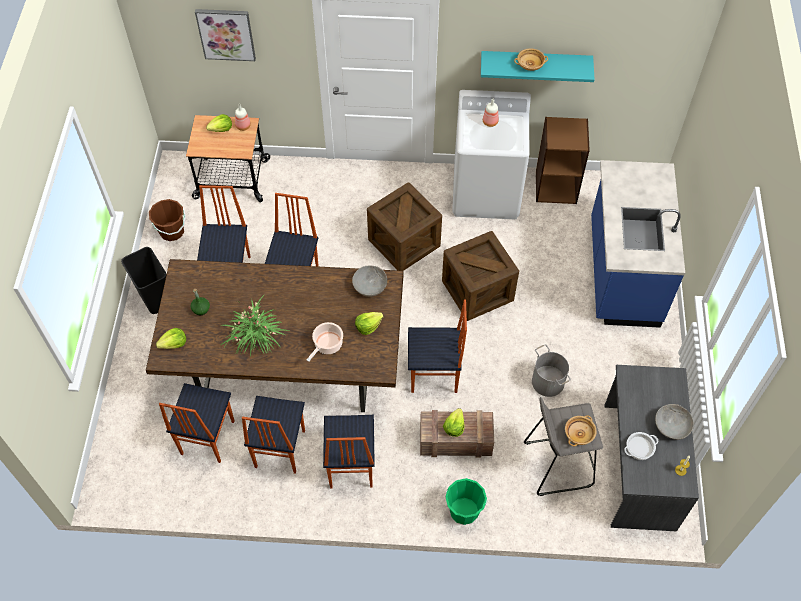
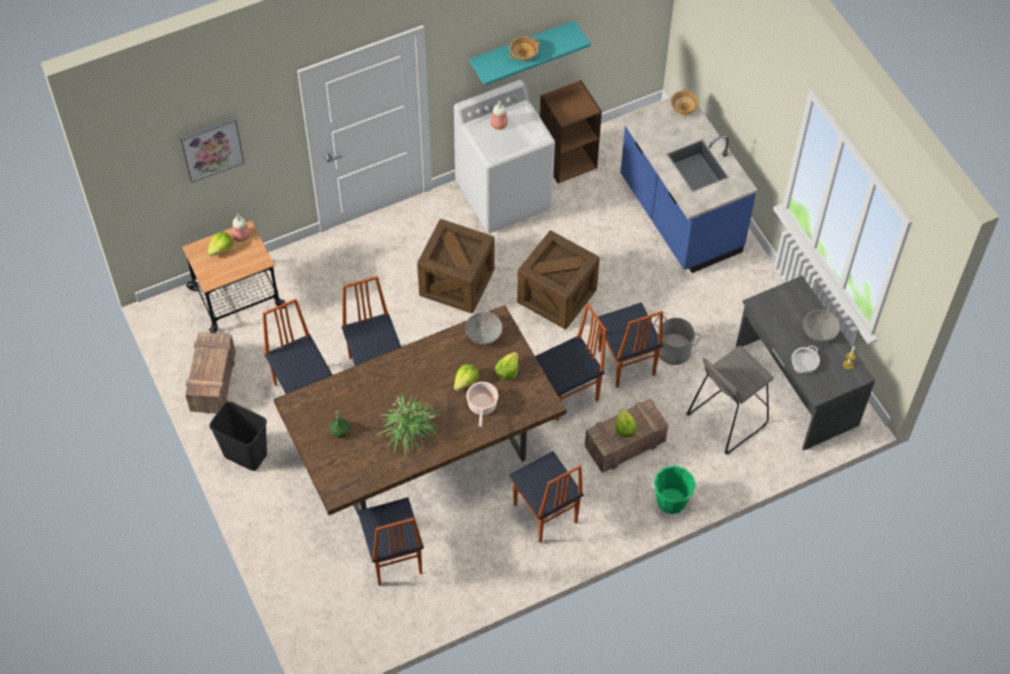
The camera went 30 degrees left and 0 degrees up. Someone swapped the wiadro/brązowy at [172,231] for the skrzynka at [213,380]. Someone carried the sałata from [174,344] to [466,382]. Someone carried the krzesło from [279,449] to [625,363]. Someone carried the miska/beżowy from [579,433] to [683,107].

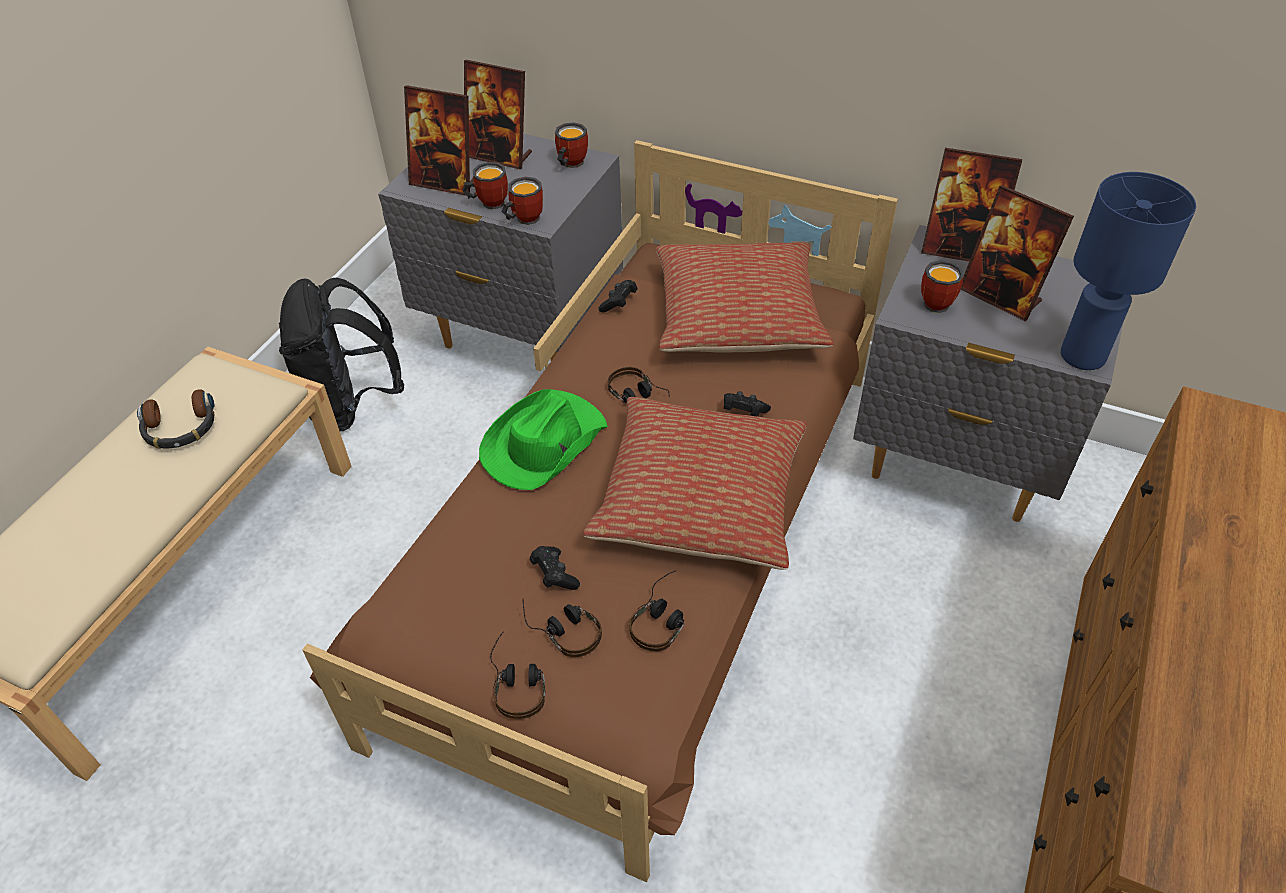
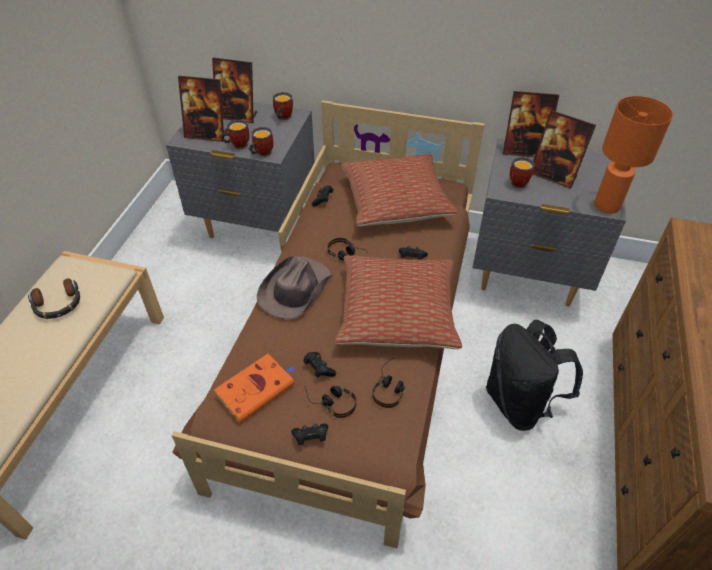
The camera went 10 degrees left and 0 degrees up. Someone carried the plecak/czarny from [352,404] to [520,403]. Someone repainted the kapelusz/zielony at [543,444], which became the kapelusz/brązowy at [294,289]. Someone swapped the słuchawki at [518,682] for the pad do gier/czarny at [310,437]. Someone repainted the lampa stołowa/niebieski at [1081,355], which became the lampa stołowa/pomarańczowy at [606,205]. Someone put down the książka/pomarańczowy at [257,389].

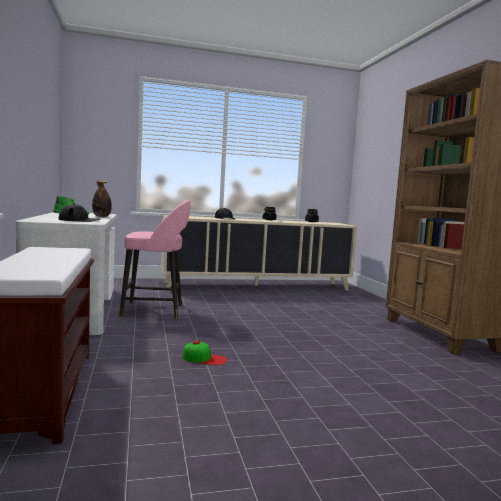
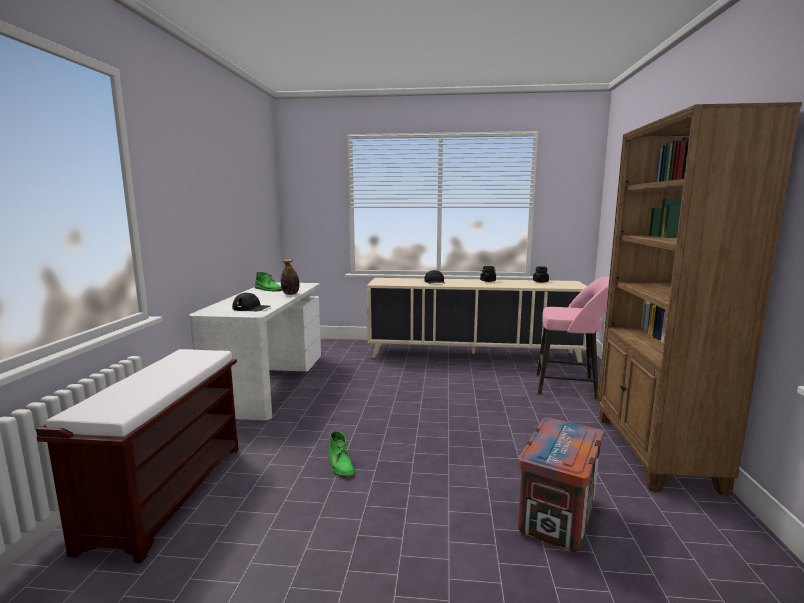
The camera went 20 degrees right and 5 degrees up. Someone carried the stołek/różowy from [155,310] to [568,386]. Someone swapped the czapka z daszkiem at [204,358] for the but z cholewką/zielony at [340,464]. Someone put down the skrzynka at [557,517].

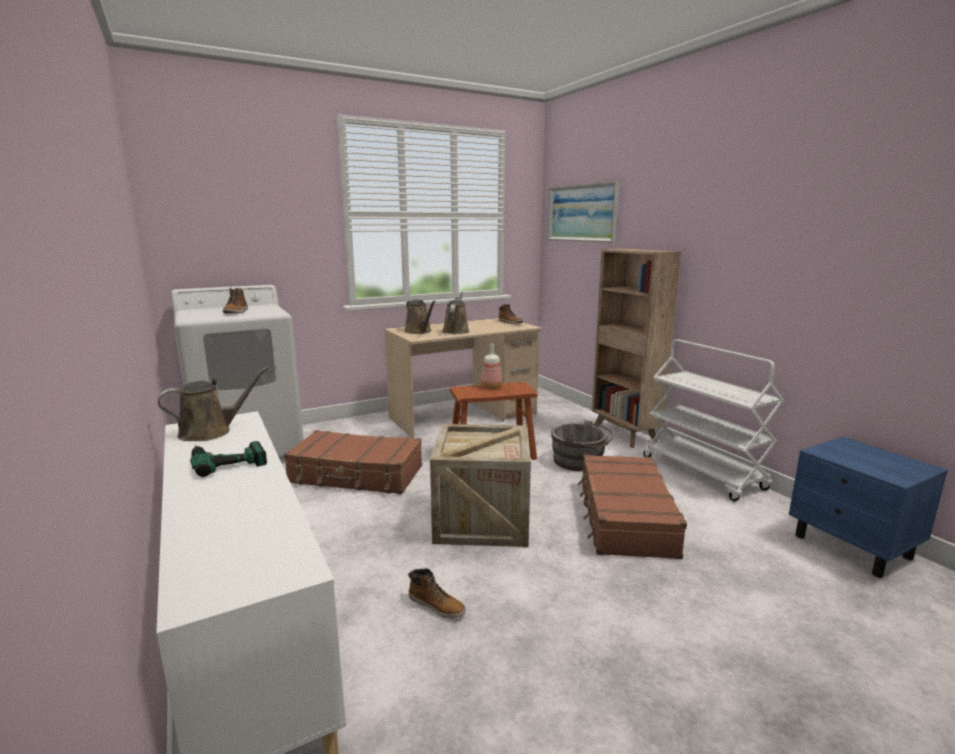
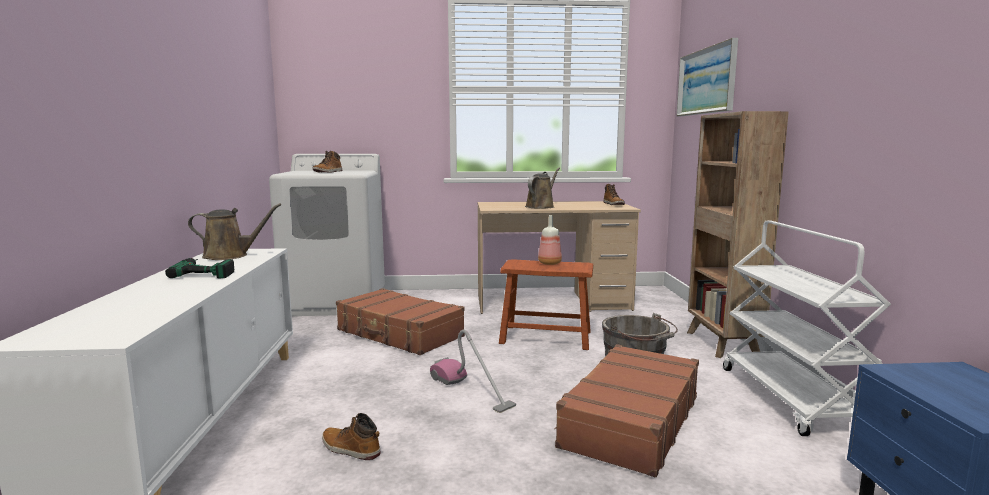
The camera went 25 degrees right and 5 degrees down. Someone took away the konewka/brązowy at [419,331]. Someone rotated the but z cholewką at [437,605] by 150 degrees clockwise. Someone swapped the skrzynka at [482,520] for the odkurzacz at [471,390].

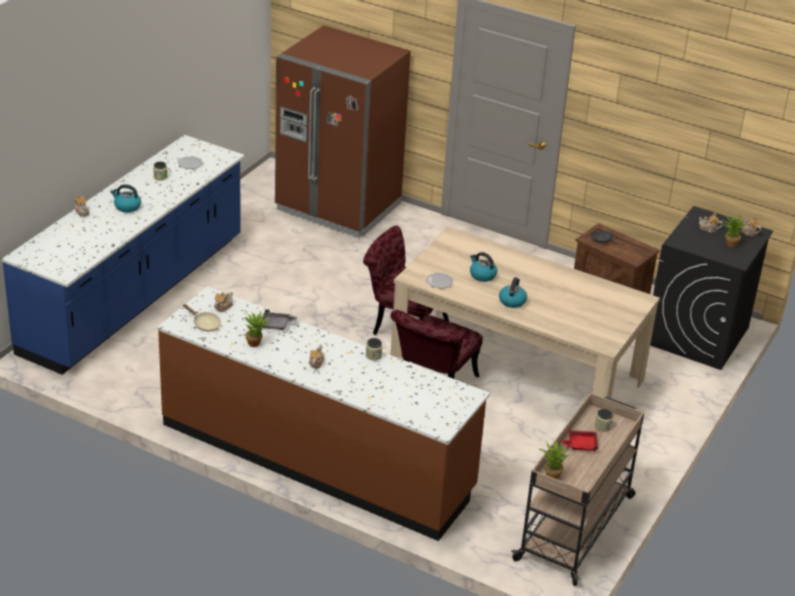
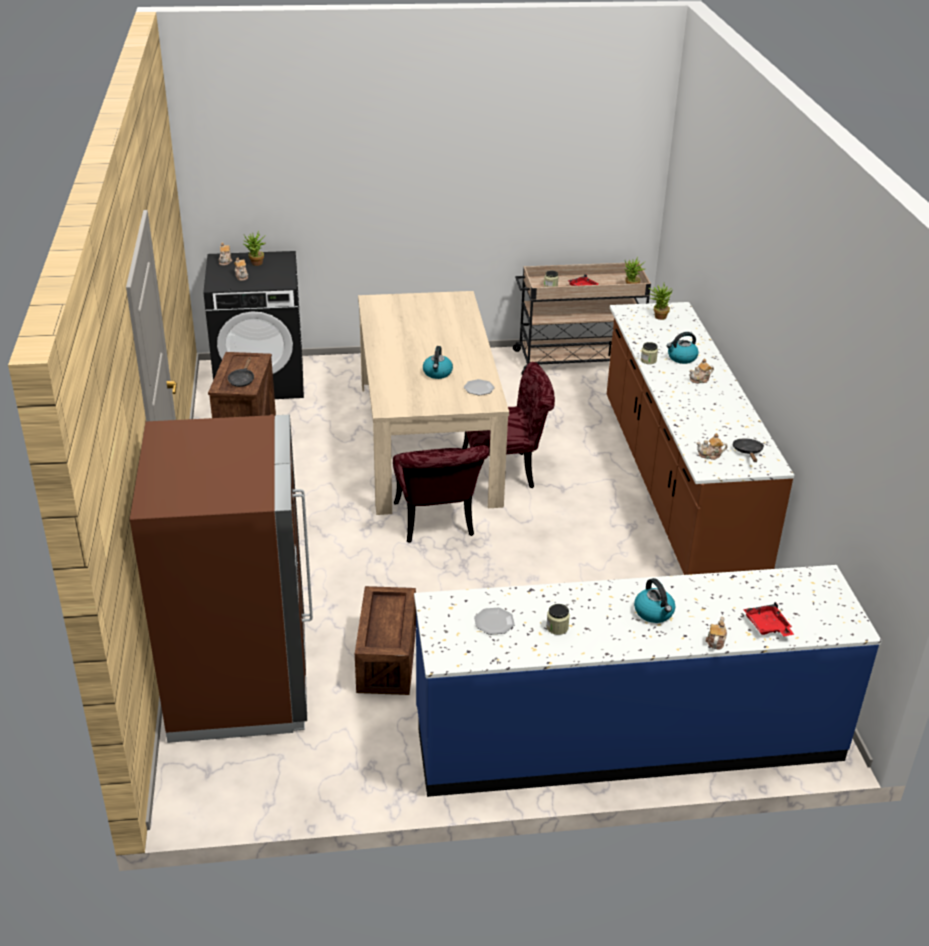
The camera went 125 degrees left and 0 degrees up. Someone repainted the patelnia/beżowy at [204,324], which became the patelnia/czarny at [748,452]. Someone carried the roślina doniczkowa from [256,343] to [658,316]. Someone took away the taca/szary at [276,325]. Someone carried the czajnik from [512,301] to [681,358]. Someone put down the skrzynka at [386,659]. Someone put down the taca/czerwony at [767,626].

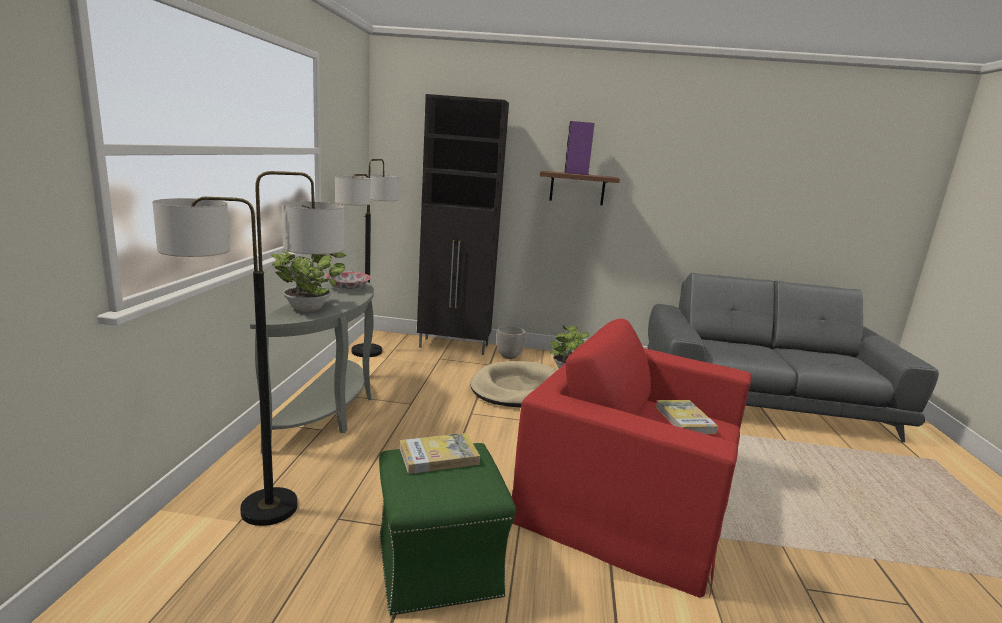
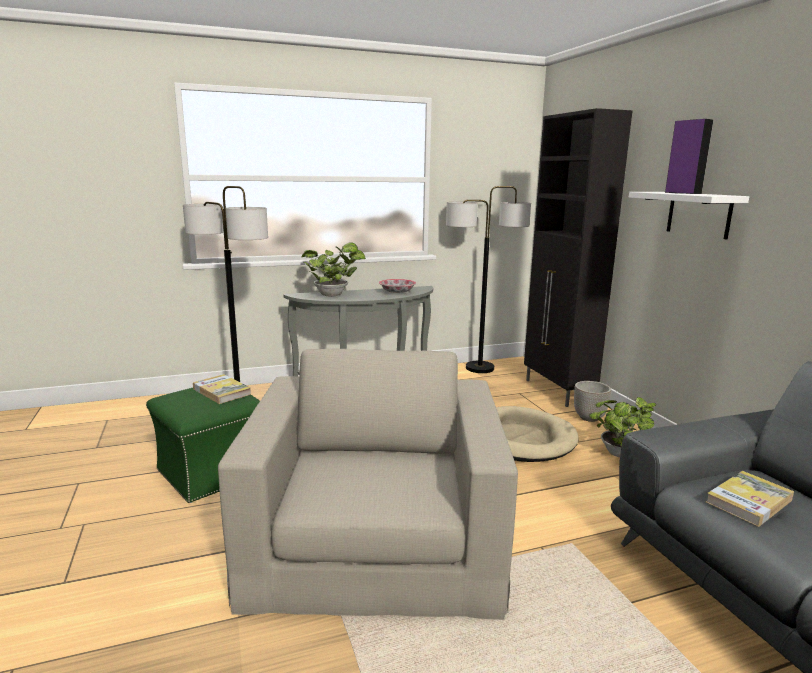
The camera went 65 degrees right and 0 degrees up. Someone repainted the fotel/czerwony at [629,495], which became the fotel/beżowy at [375,540]. Someone repainted the półka/brązowy at [577,188], which became the półka/biały at [698,214]. Someone carried the książka from [685,419] to [749,501].

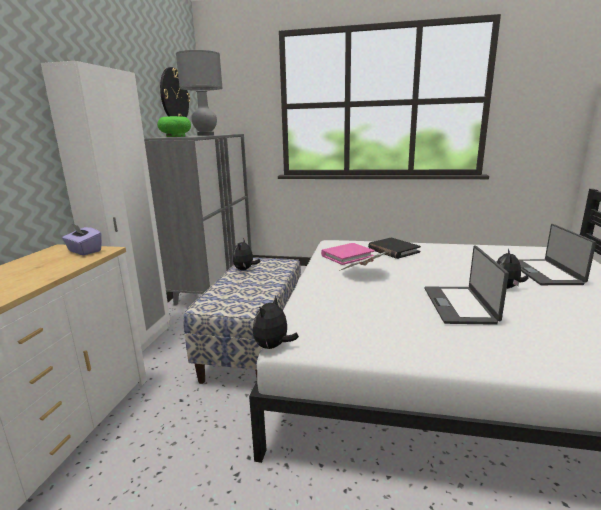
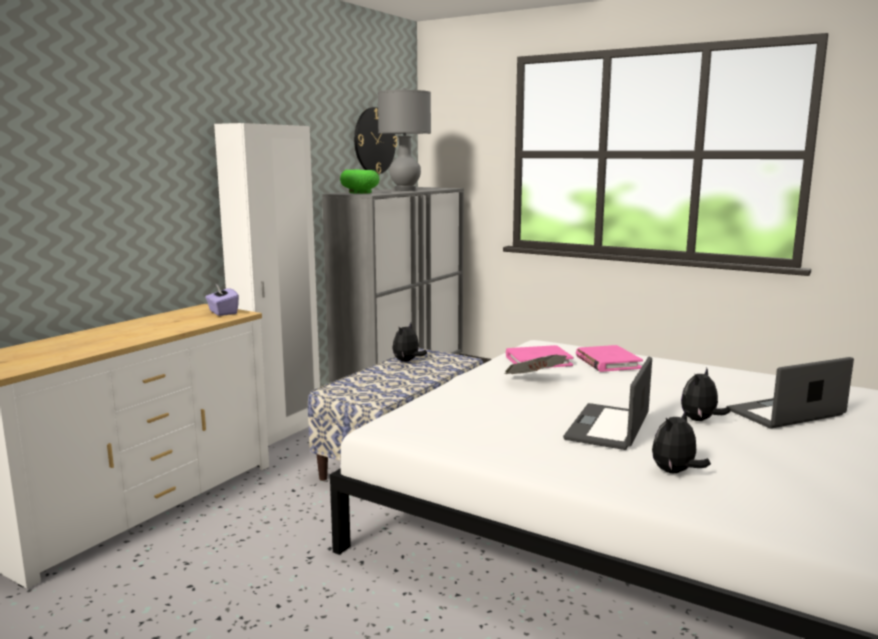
The camera went 20 degrees right and 5 degrees down. Someone carried the pluszak from [273,347] to [675,472]. Someone repainted the książka/czarny at [393,250], which became the książka/różowy at [607,362]. Someone rotated the laptop at [545,272] by 45 degrees clockwise.

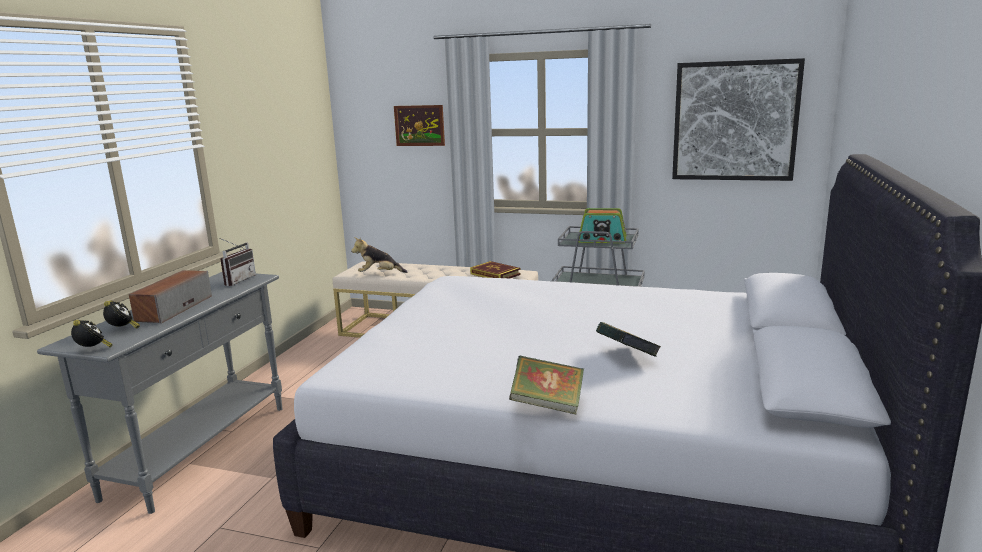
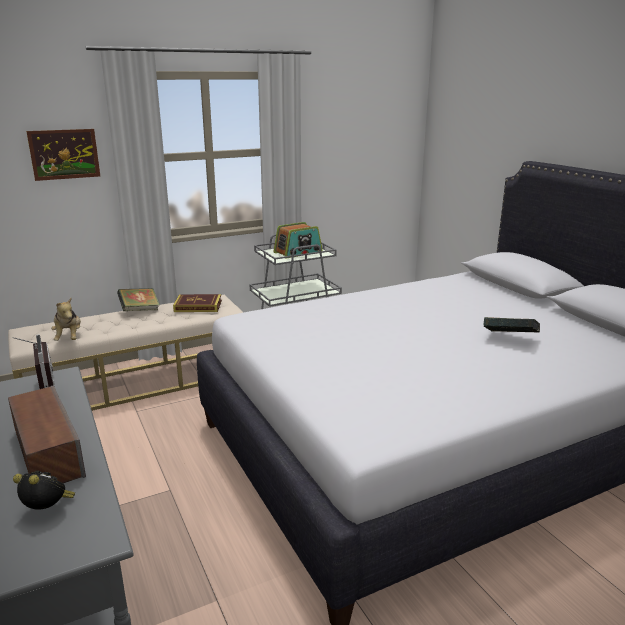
The camera went 45 degrees left and 5 degrees up. Someone took away the budzik at [93,350]. Someone rotated the pluszak at [379,274] by 60 degrees counterclockwise. Someone carried the książka from [547,404] to [140,310]. Someone took away the obraz at [735,121].

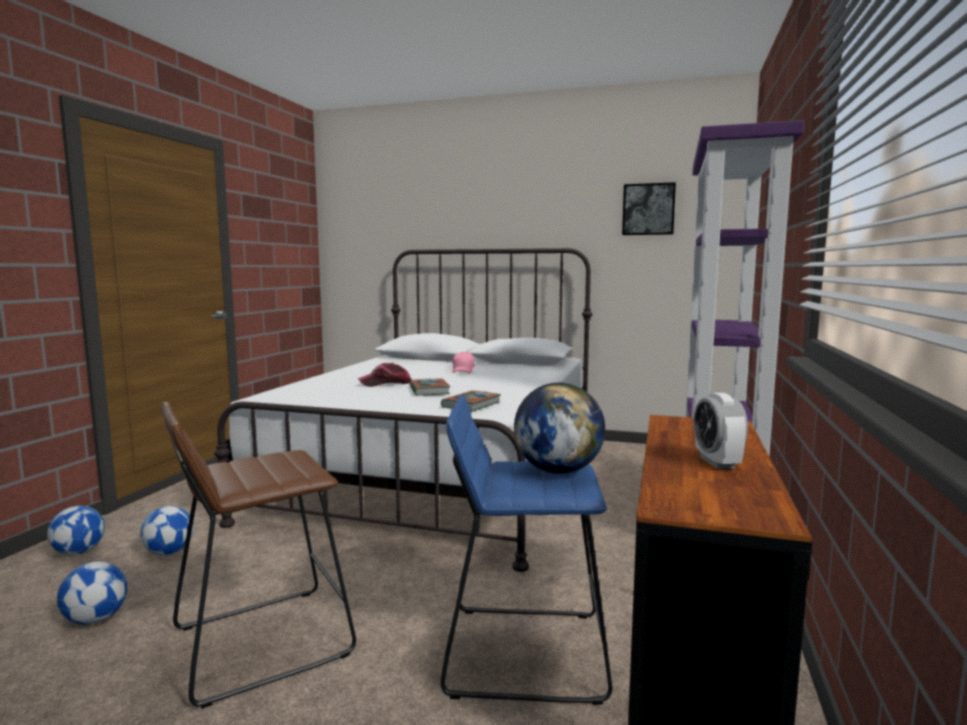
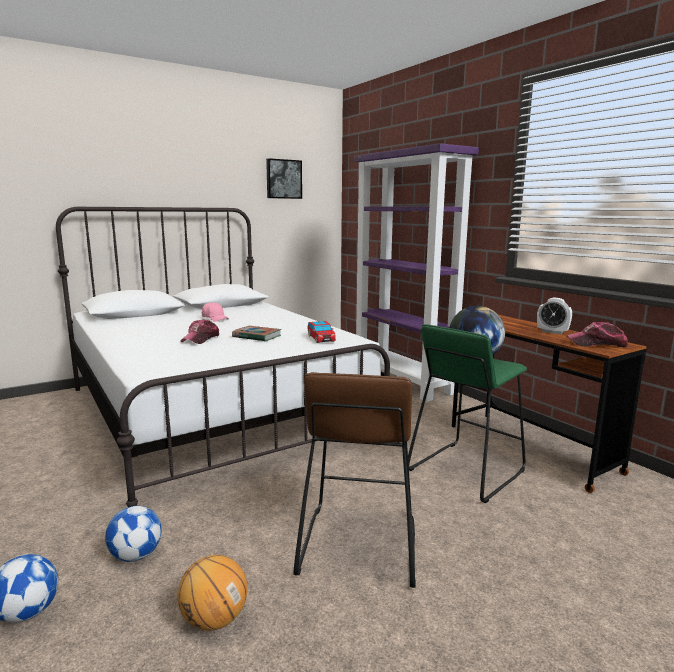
The camera went 50 degrees left and 5 degrees up. Someone swapped the piłka futbolowa at [96,619] for the piłka do koszykówki at [214,619]. Someone swapped the książka at [471,405] for the samochodzik at [321,338]. Someone repainted the stołek/niebieski at [525,651], which became the stołek/zielony at [465,470]. Someone put down the czapka z daszkiem at [597,344].

